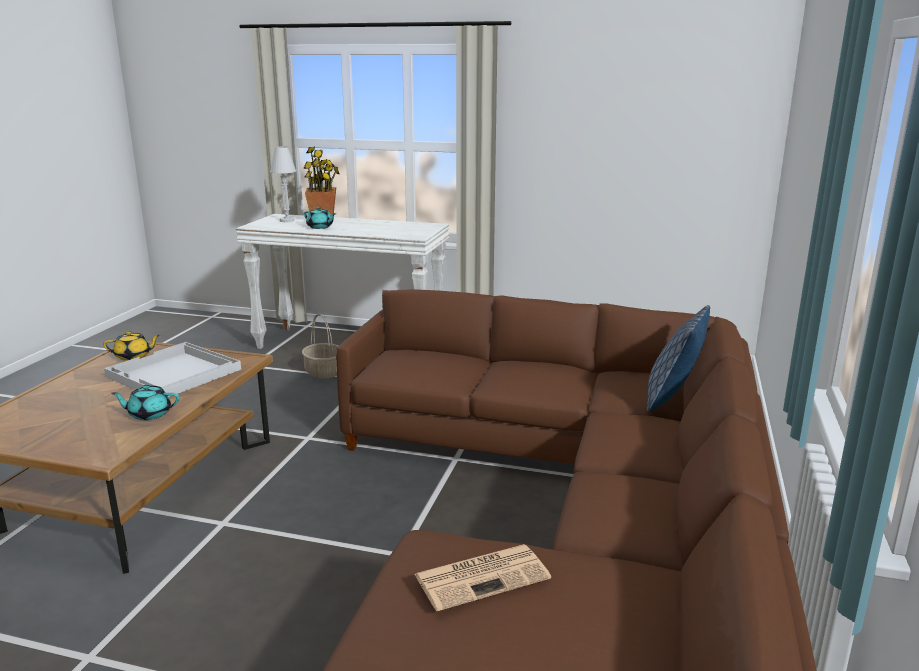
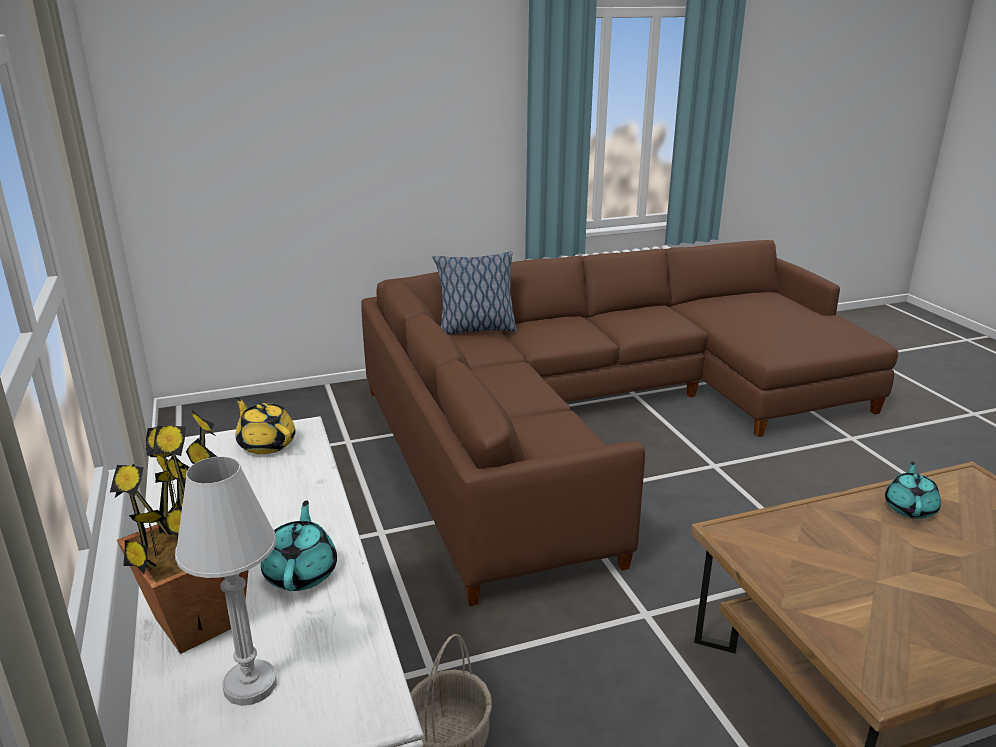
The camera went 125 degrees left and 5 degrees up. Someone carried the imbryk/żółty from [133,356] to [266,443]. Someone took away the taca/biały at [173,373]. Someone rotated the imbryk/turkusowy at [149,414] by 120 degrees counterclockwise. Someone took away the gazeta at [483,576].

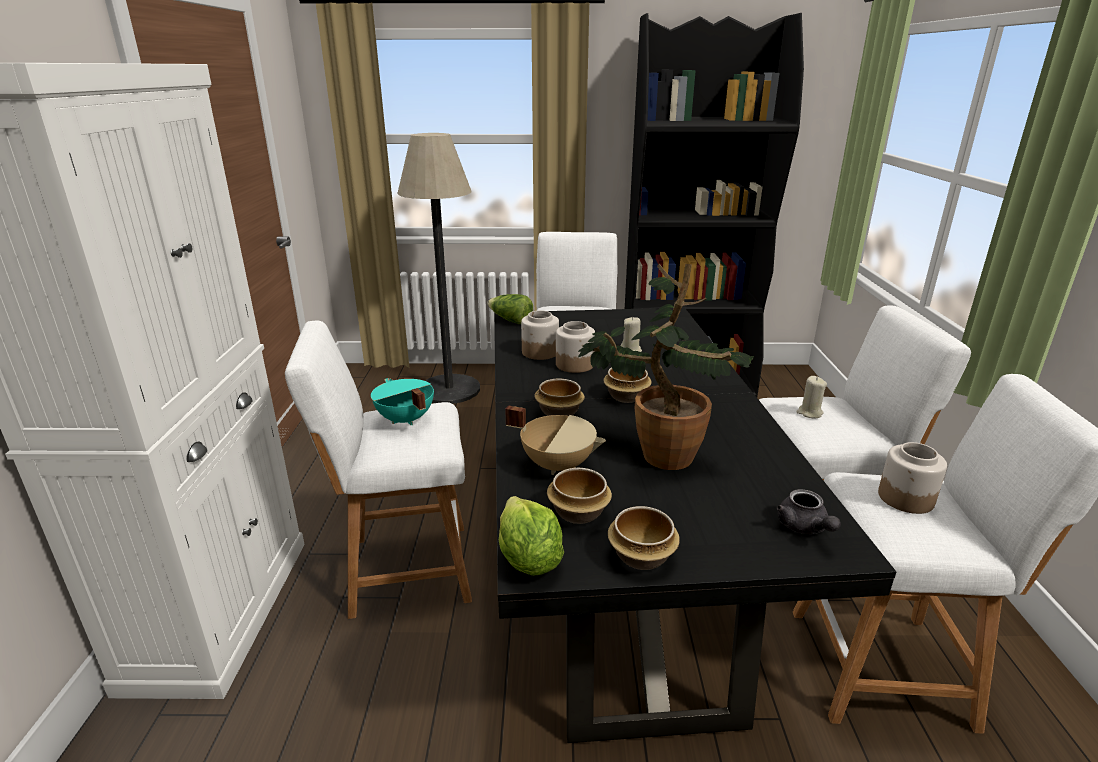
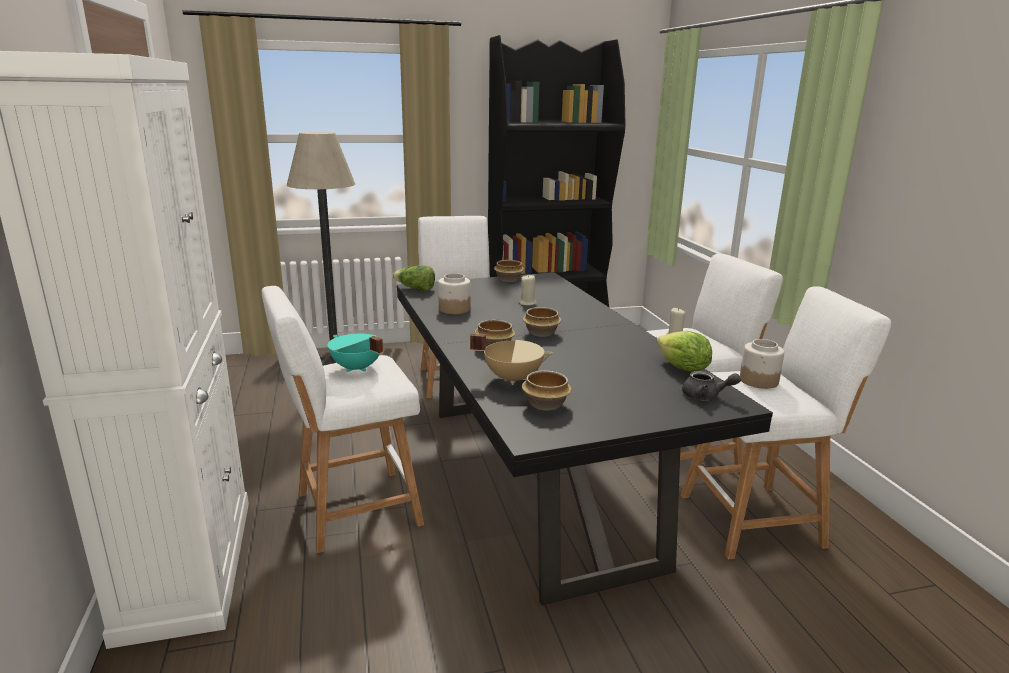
The camera went 15 degrees left and 5 degrees down. Someone carried the sałata from [528,559] to [682,368]. Someone took away the słoik at [575,364]. Someone took away the roślina doniczkowa at [657,451]. Someone carried the miska from [642,556] to [509,279]. Someone rotated the imbryk/szary at [804,528] by 45 degrees counterclockwise.

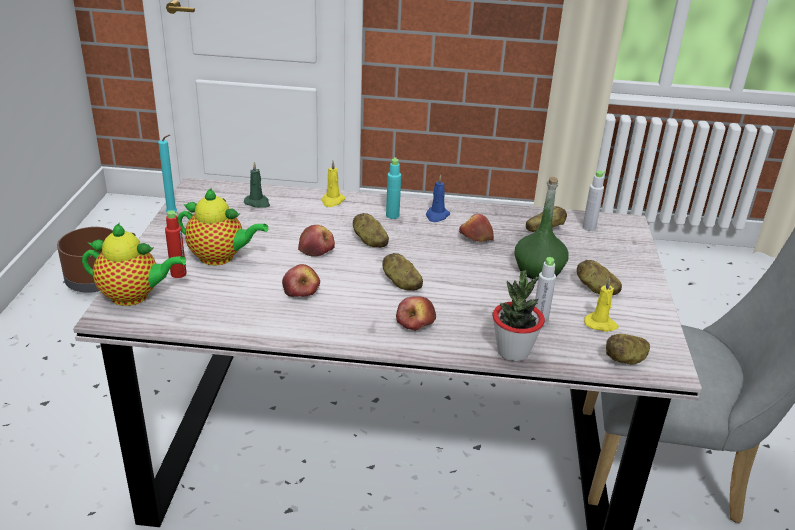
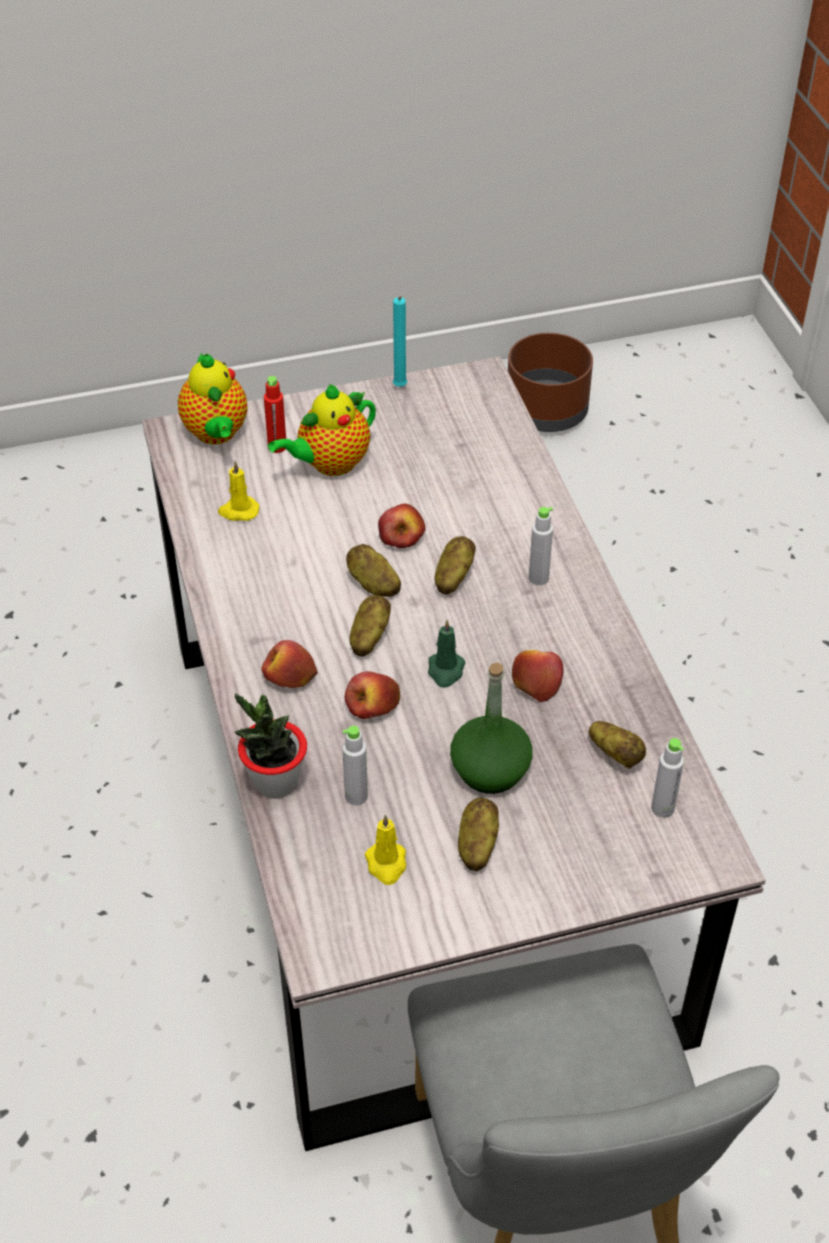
The camera went 70 degrees right and 15 degrees up. Someone rotated the imbryk at [220,257] by 60 degrees clockwise. Someone carried the świeca/zielony from [257,203] to [445,671]. Someone carried the jabłko from [301,290] to [372,704]. Someone carried the świeca/żółty from [332,201] to [238,511]. Someone repainted the butelka/turkusowy at [392,215], which became the butelka/szary at [538,578]. Someone took away the świeca/niebieski at [437,216]. Someone carried the ziemniak from [626,360] to [373,584].

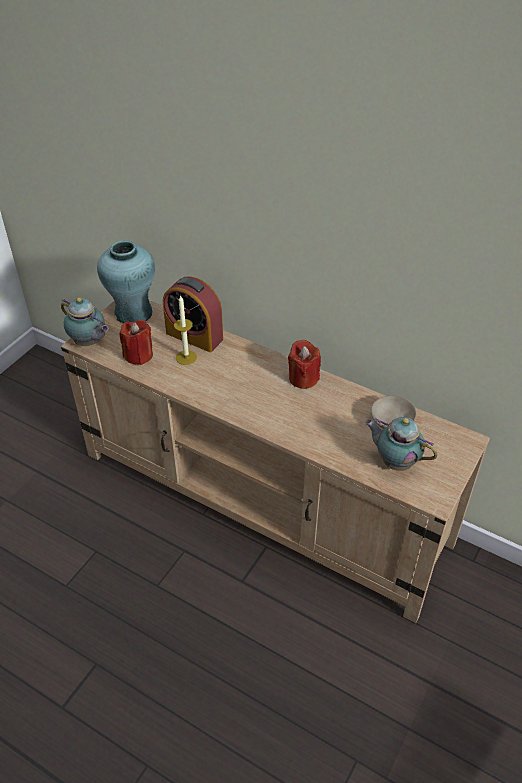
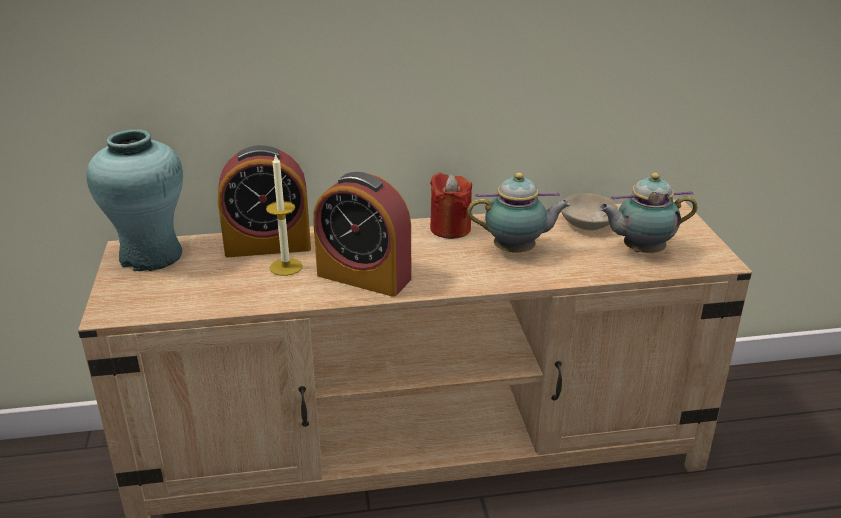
The camera went 40 degrees left and 15 degrees down. Someone carried the imbryk from [89,343] to [517,251]. Someone took away the świeca/czerwony at [138,355]. Someone put down the budzik at [364,277].

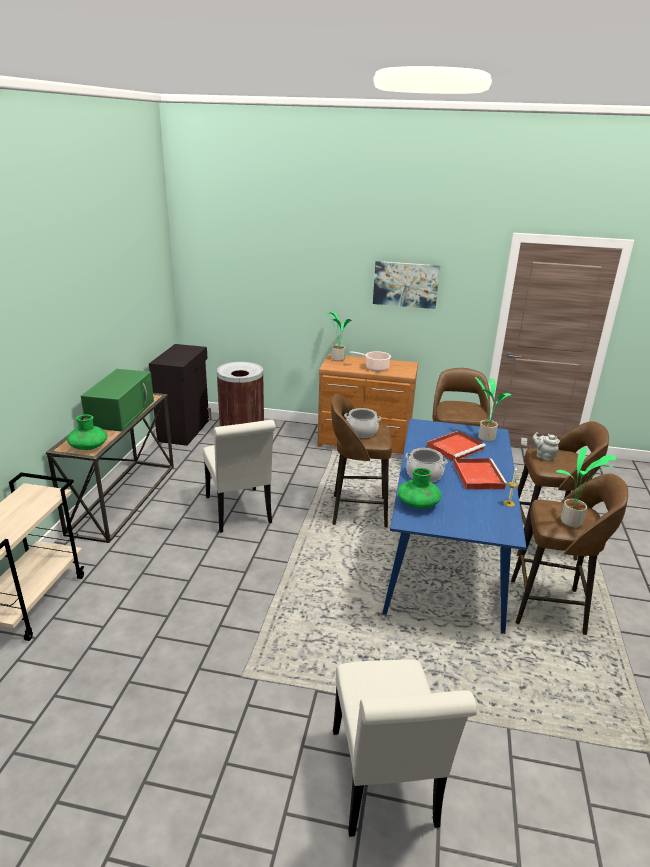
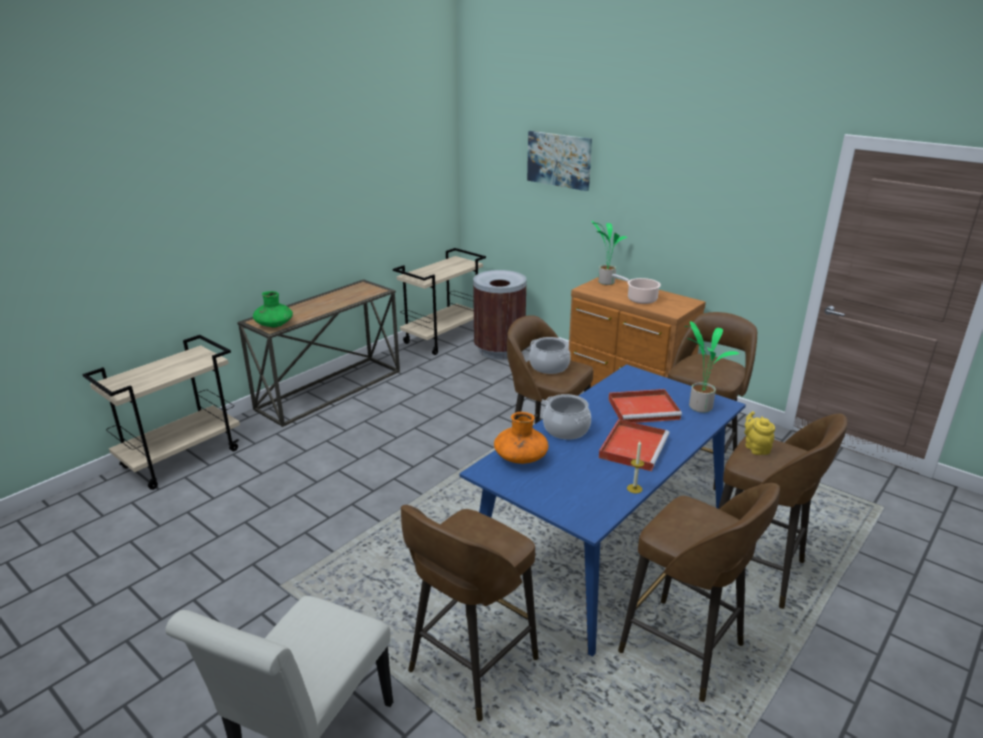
The camera went 30 degrees right and 0 degrees up. Someone took away the mikrofalówka/zielony at [121,413]. Someone swapped the szafka/czarny at [185,430] for the wózek/beżowy at [443,338]. Someone took away the krzesło/biały at [239,513]. Someone carried the obraz from [405,284] to [559,160]. Someone repainted the wazon/zielony at [418,504], which became the wazon/pomarańczowy at [520,457]. Someone repainted the imbryk/szary at [543,456], which became the imbryk/żółty at [756,448]. Someone took away the roślina doniczkowa at [572,522]. Someone put down the stołek/brązowy at [470,667].

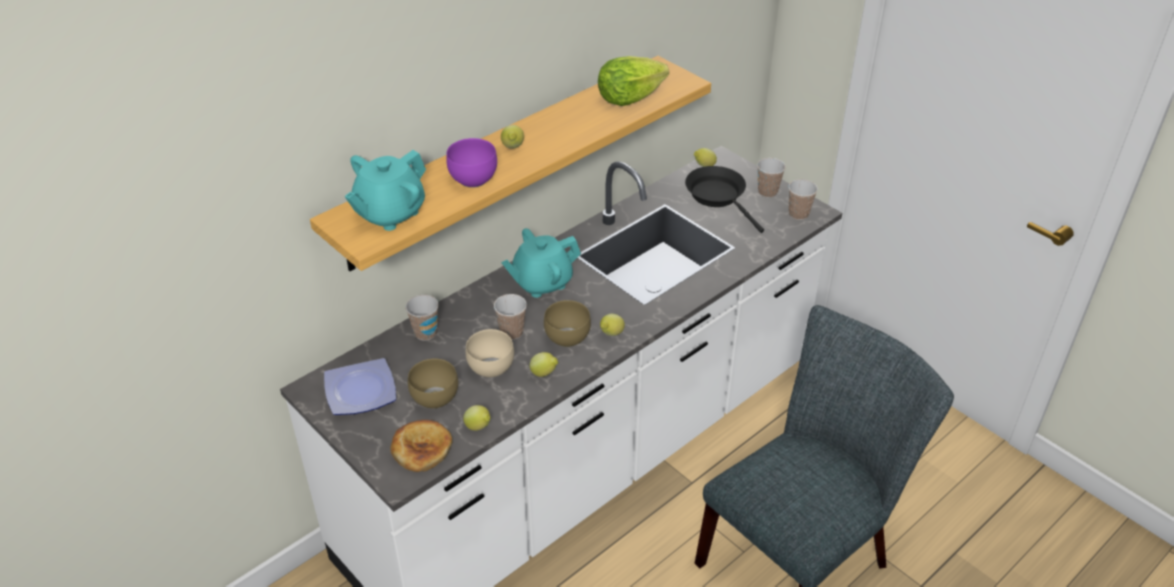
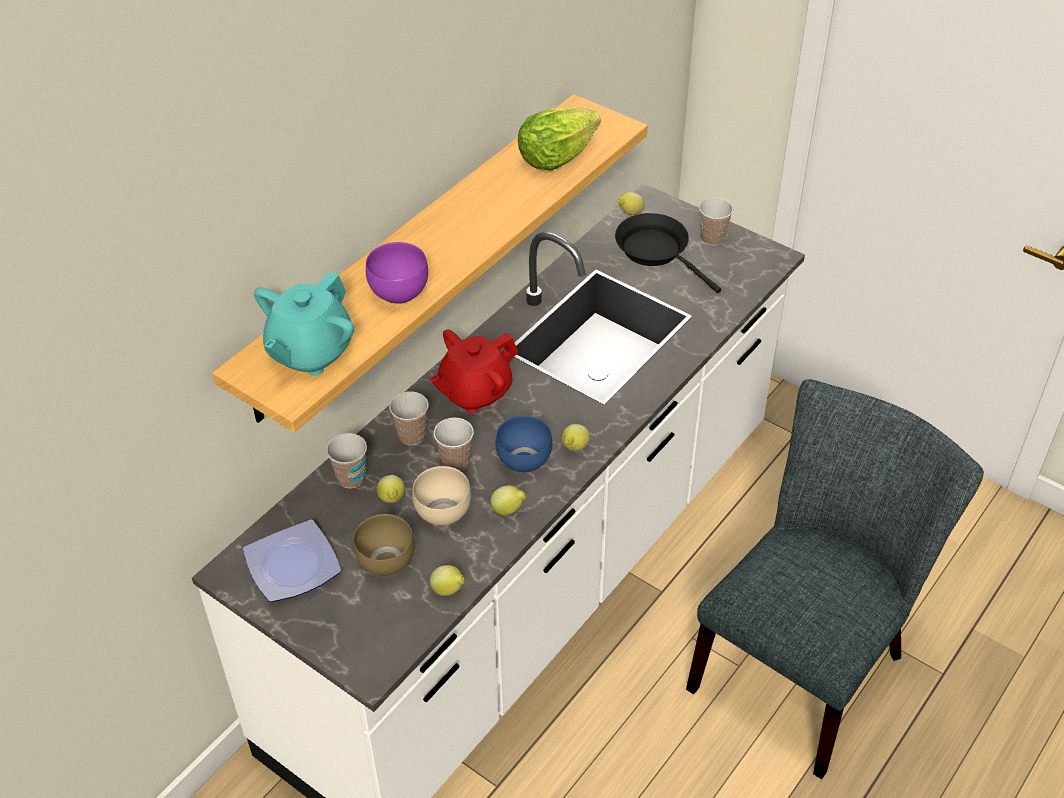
The camera went 10 degrees left and 5 degrees up. Someone took away the chleb at [421,448]. Someone carried the cytryna from [513,148] to [392,500]. Someone repainted the imbryk/turkusowy at [542,282], which became the imbryk/czerwony at [474,392]. Someone repainted the miska/brązowy at [568,339], which became the miska/niebieski at [525,462]. Someone carried the filiżanka from [798,214] to [412,436].

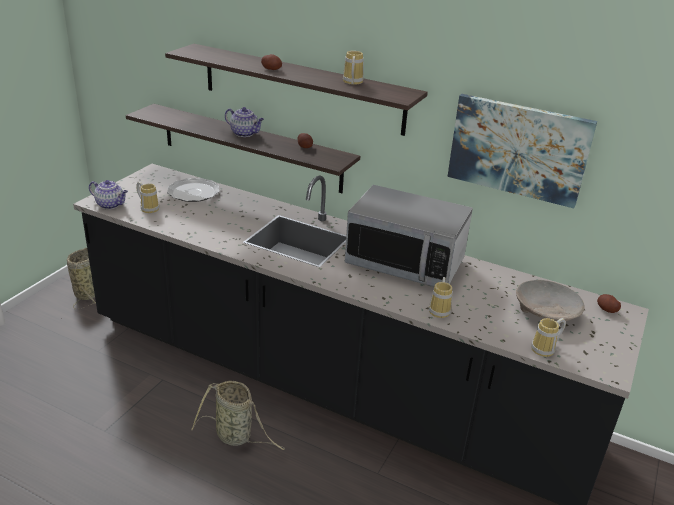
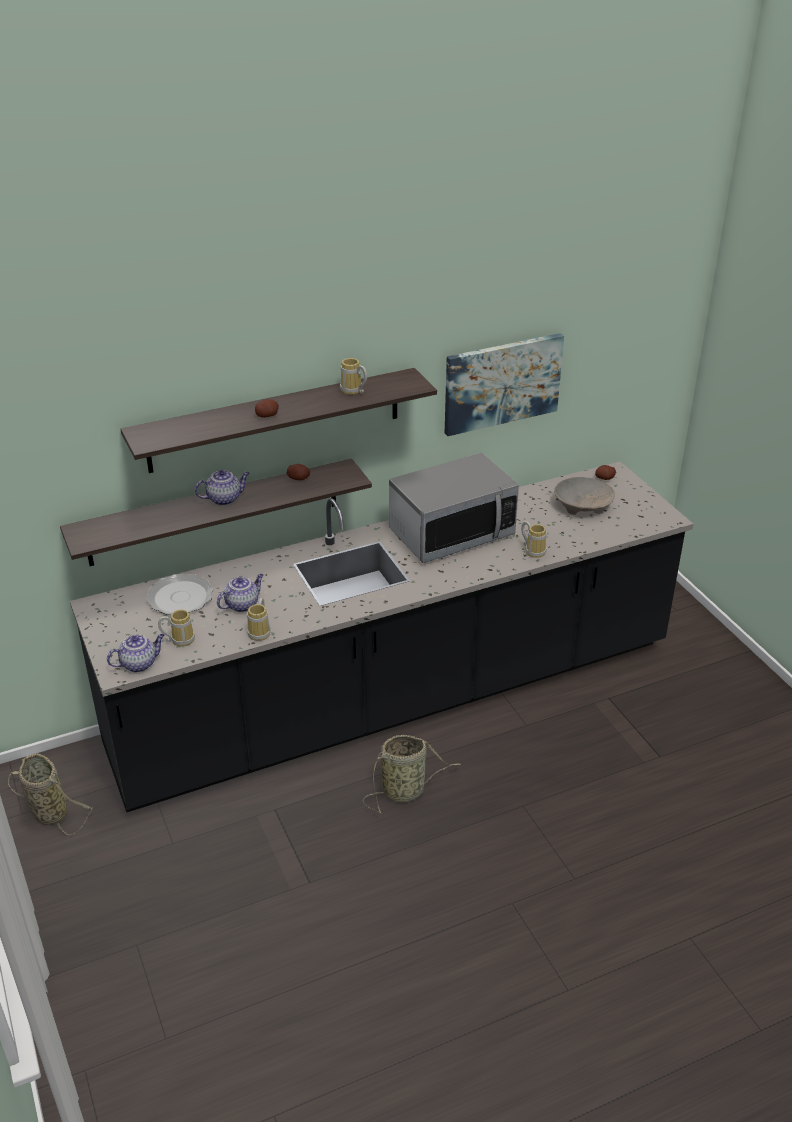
The camera went 50 degrees left and 5 degrees up. Someone carried the kubek from [546,349] to [261,632]. Someone put down the imbryk at [242,604].

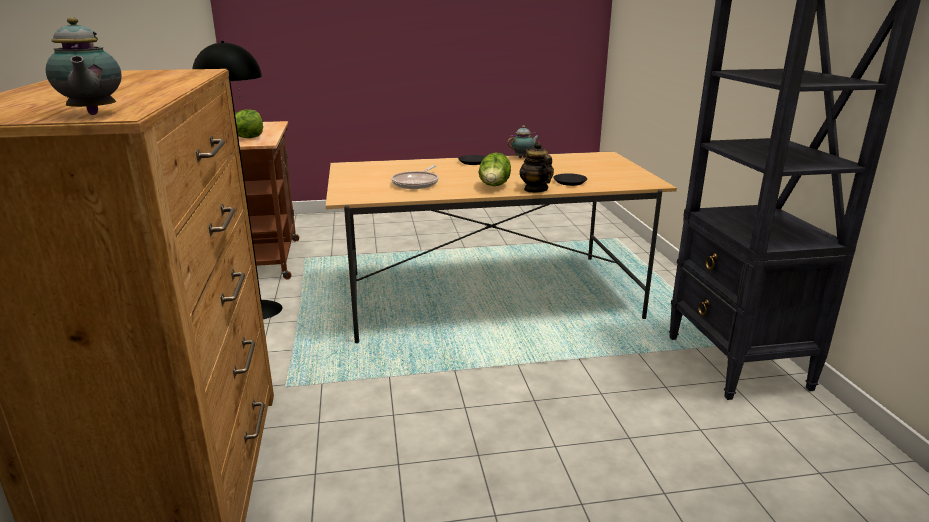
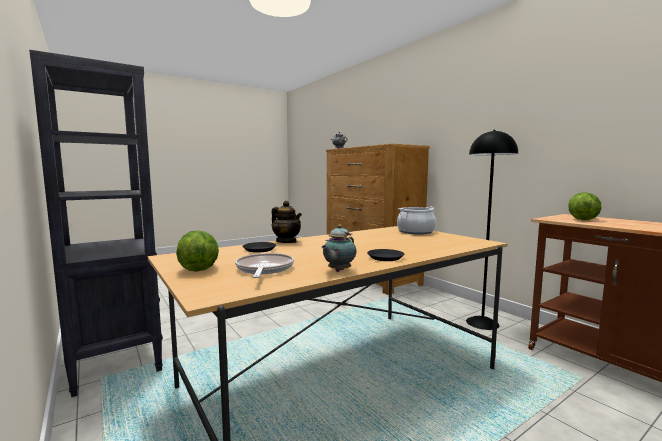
The camera went 155 degrees right and 15 degrees down. Someone carried the patelnia from [417,183] to [264,269]. Someone carried the sałata from [494,187] to [199,268]. Someone put down the garnek at [415,232].

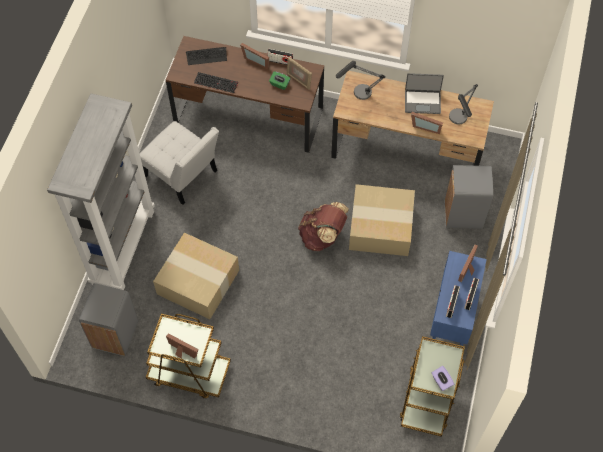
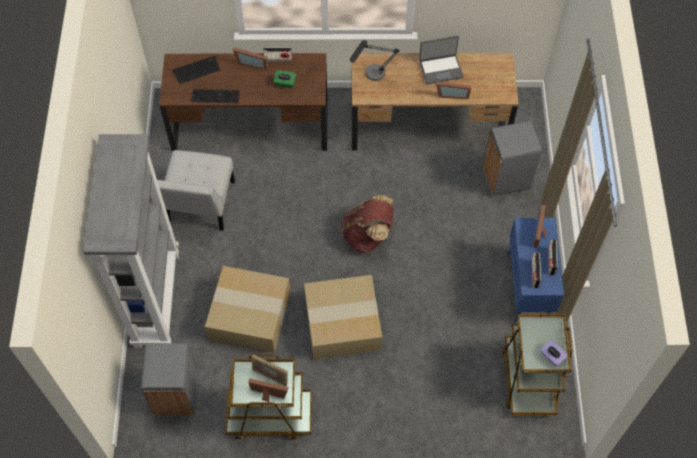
The camera went 15 degrees left and 0 degrees up. Someone rotated the krzesło/biały at [183,176] by 75 degrees clockwise. Someone carried the ramka na zdjęcie from [298,80] to [270,376]. Someone carried the karton from [379,227] to [341,324]. Someone took away the lampa stołowa at [459,121].

